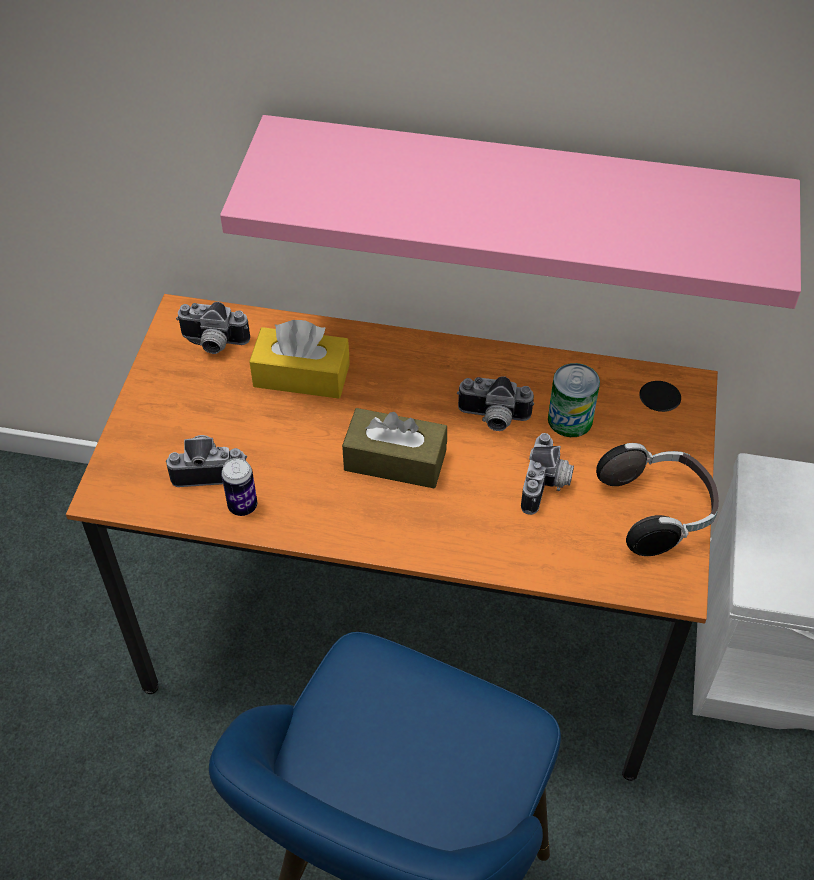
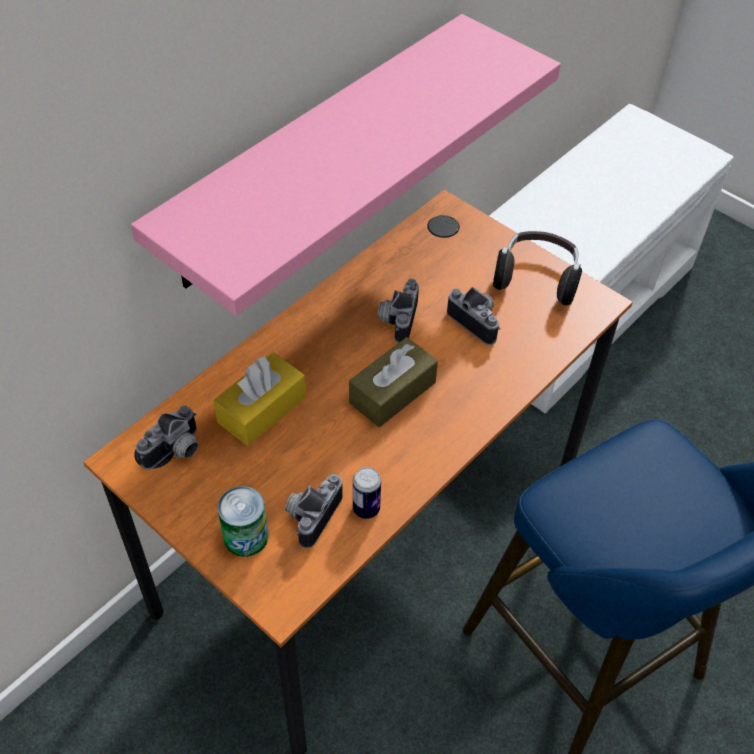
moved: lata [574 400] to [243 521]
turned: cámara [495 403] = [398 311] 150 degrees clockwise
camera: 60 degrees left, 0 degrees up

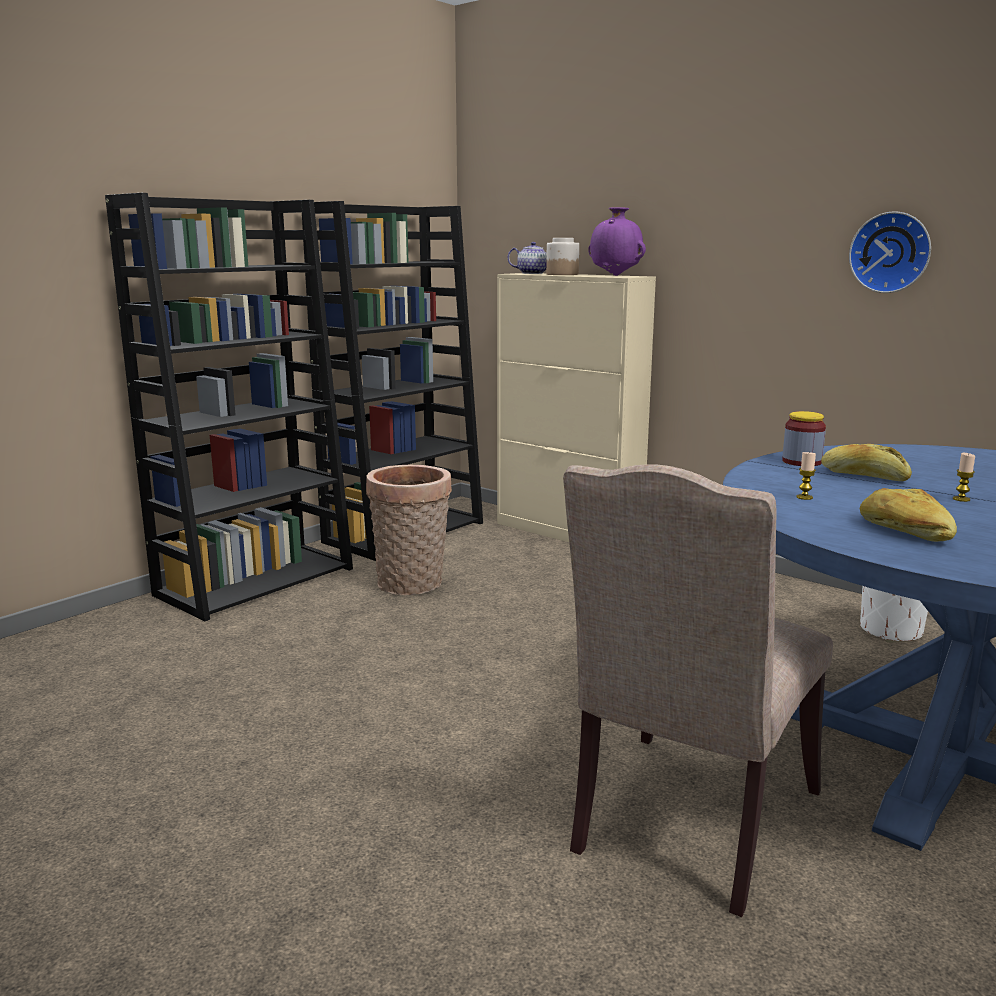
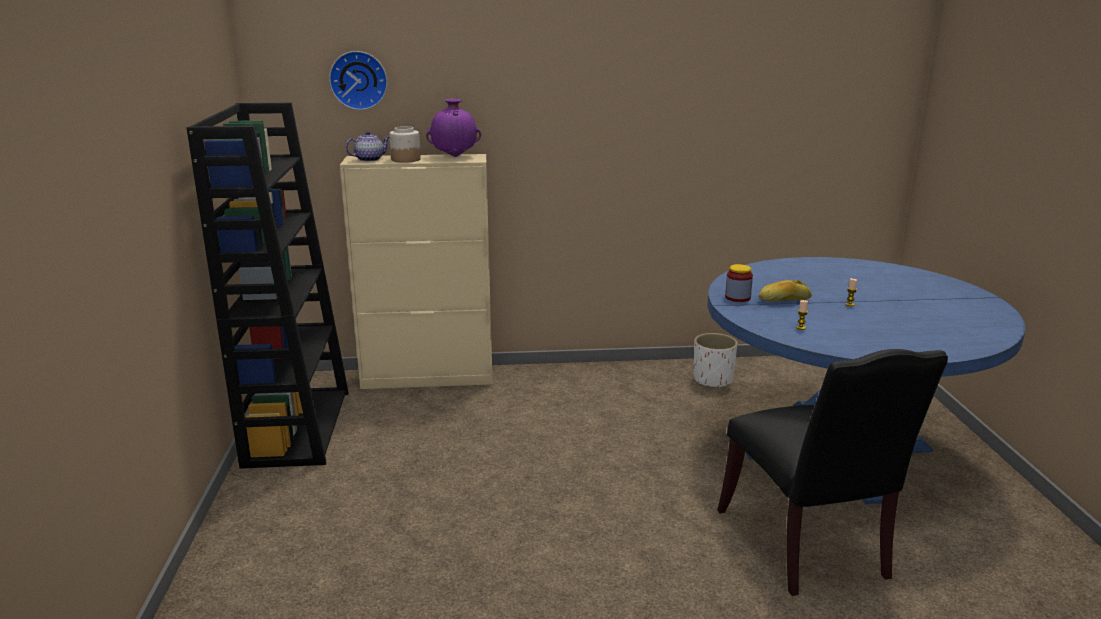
removed: estantería/negro [229 407]; cesta [409 530]; pan [908 515]
moved: reloj de pared [890 252] to [358 80]
recoloured: silla/beis [698 690] to silla/negro [832 472]
camera: 45 degrees left, 5 degrees up

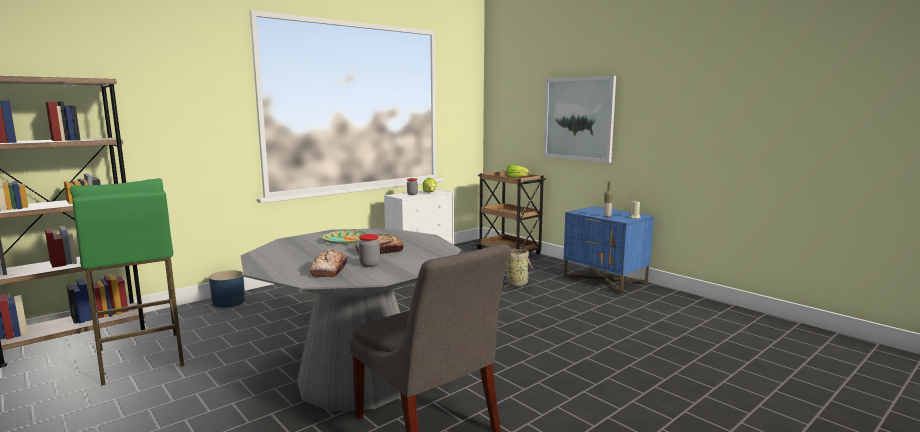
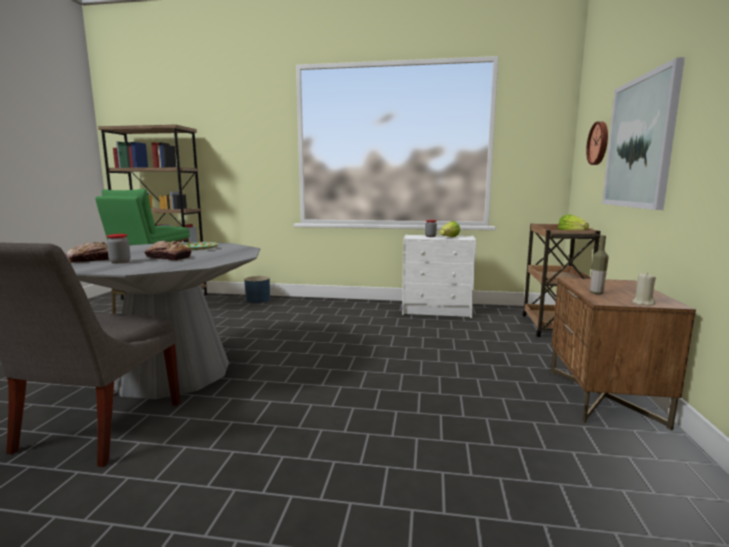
removed: cesta [519 268]
added: reloj de pared [597 143]
recoloured: mesita de noche/azul [608 250] to mesita de noche/marrón [623 354]
camera: 50 degrees right, 0 degrees up

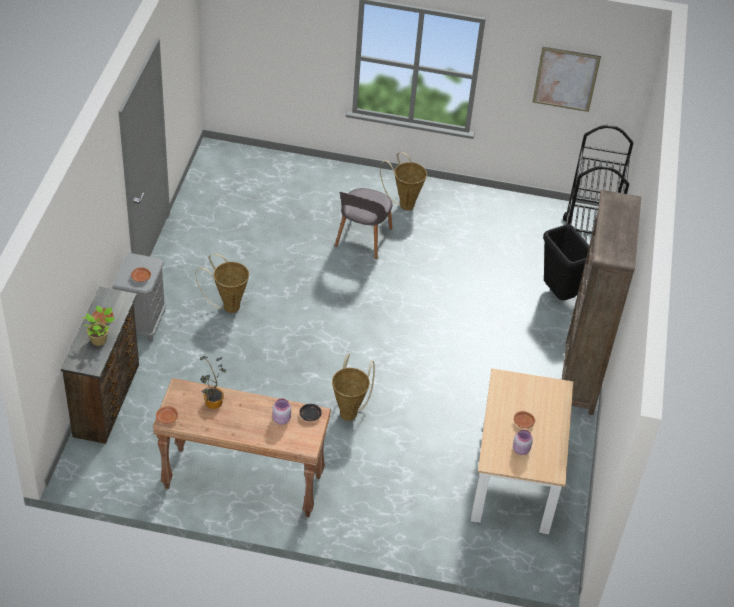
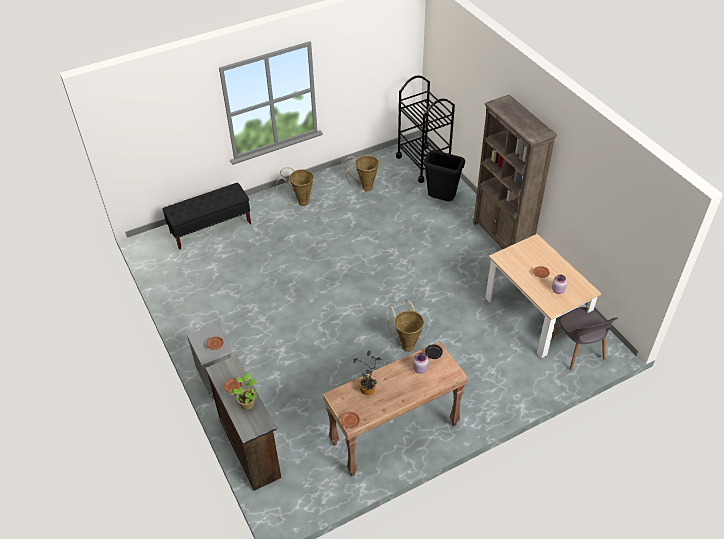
removed: cuadro [566 79]
added: banco/negro [207 216]
moved: silla/gris [363 223] to [584 338]; cesta [222 283] to [360 173]
camera: 35 degrees left, 0 degrees up

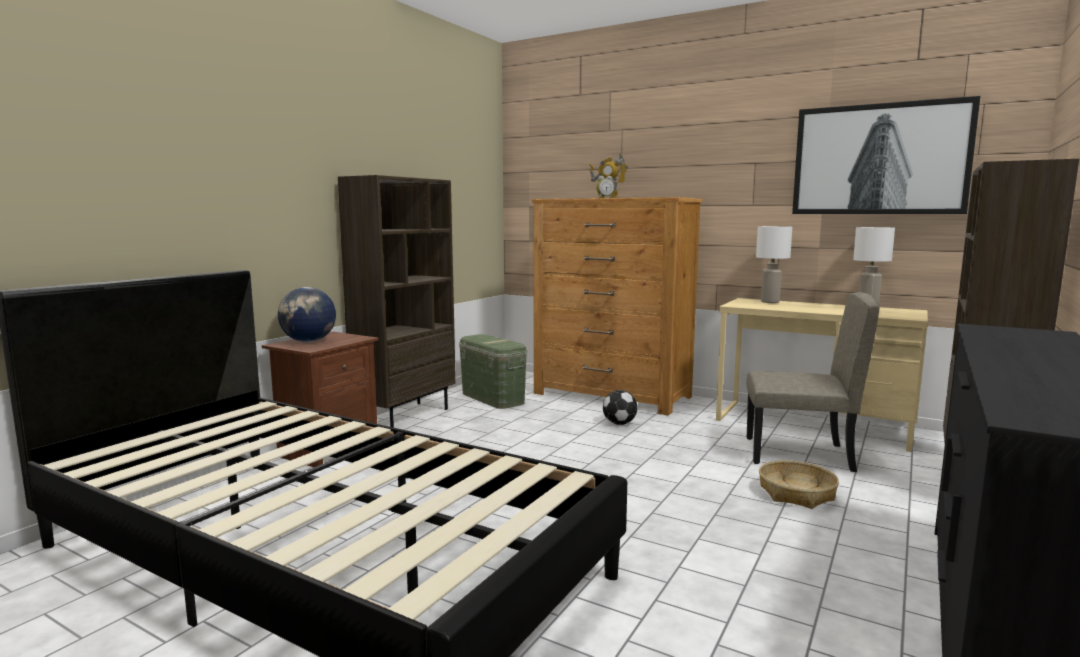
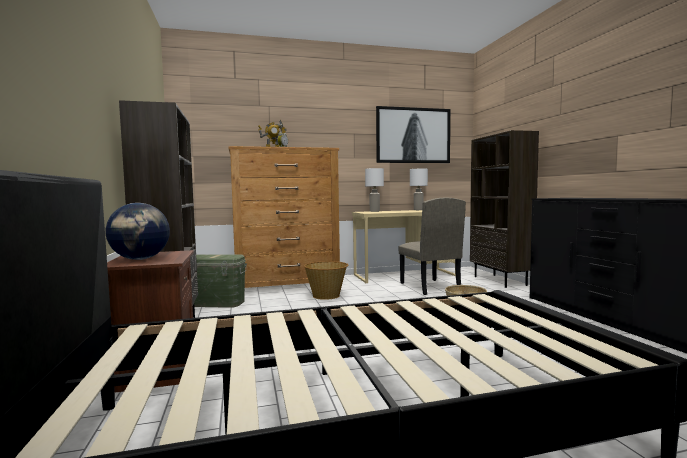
replaced: balón de fútbol [620 407] to cesta [326 280]
turned: silla/beis [812 382] = [432 246] 105 degrees clockwise
camera: 45 degrees left, 5 degrees down

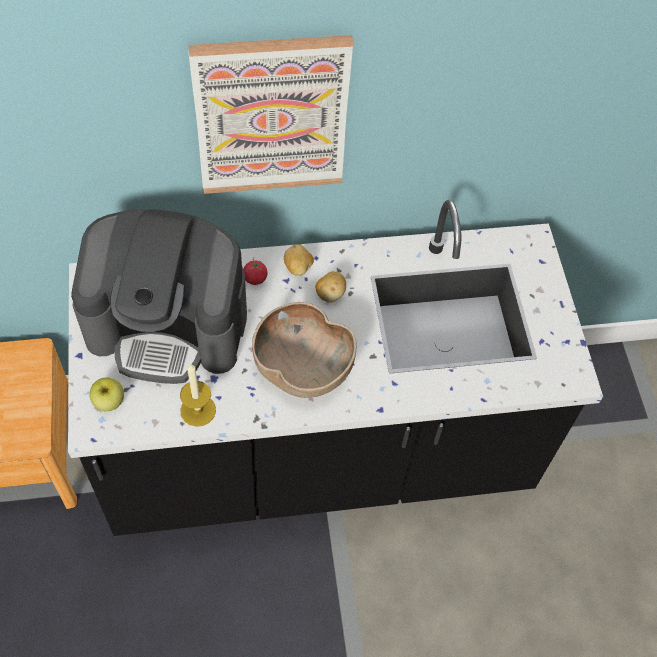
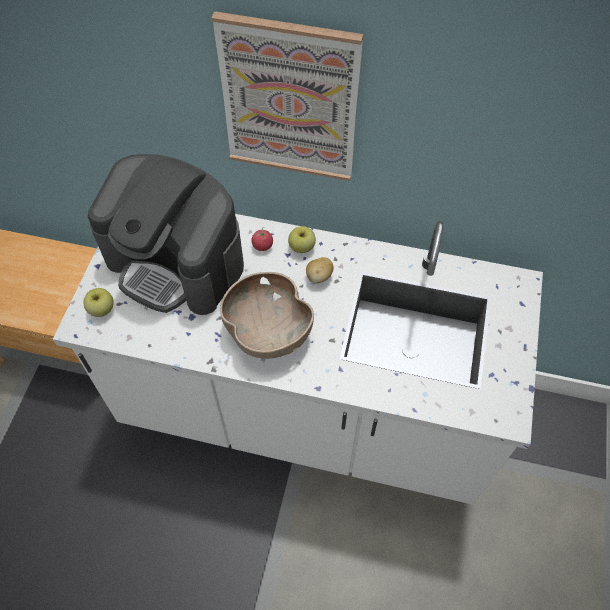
removed: vela [198 395]
replaced: patata [299 260] to manzana [302 239]
recoloured: mueble bajo de cocina/negro [335 368] to mueble bajo de cocina/blanco [298 359]
camera: 25 degrees right, 0 degrees up

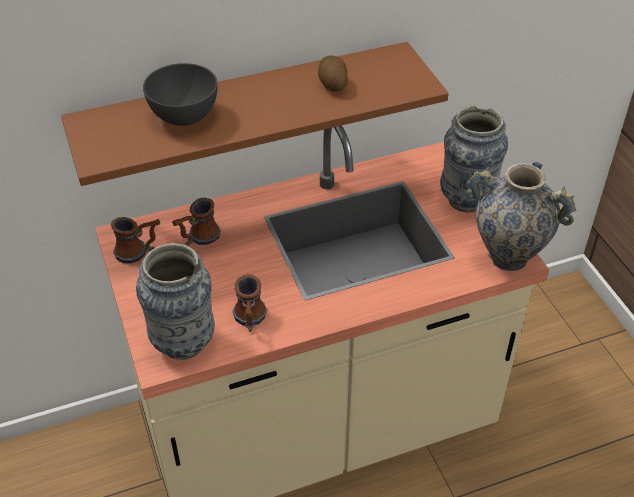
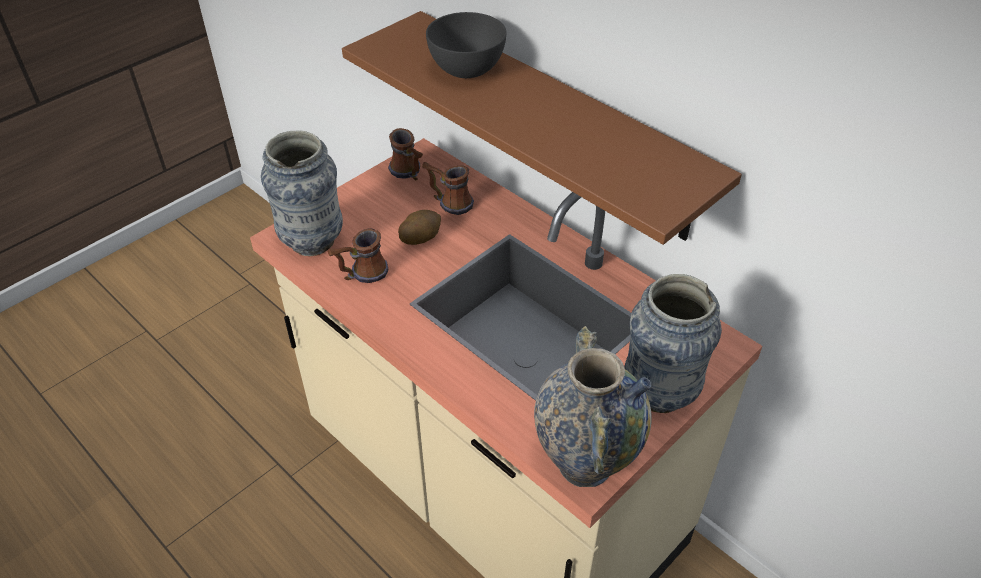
moved: patata [333 73] to [419 227]
camera: 65 degrees right, 0 degrees up

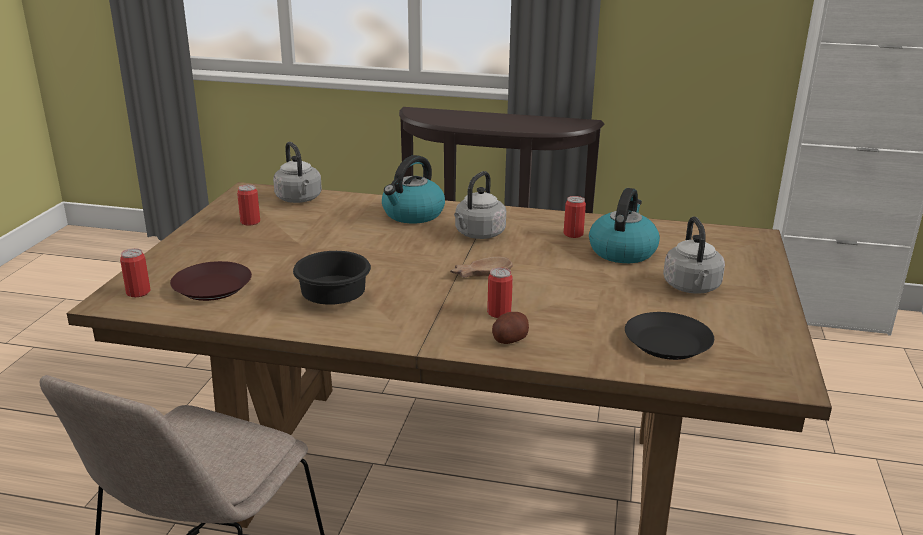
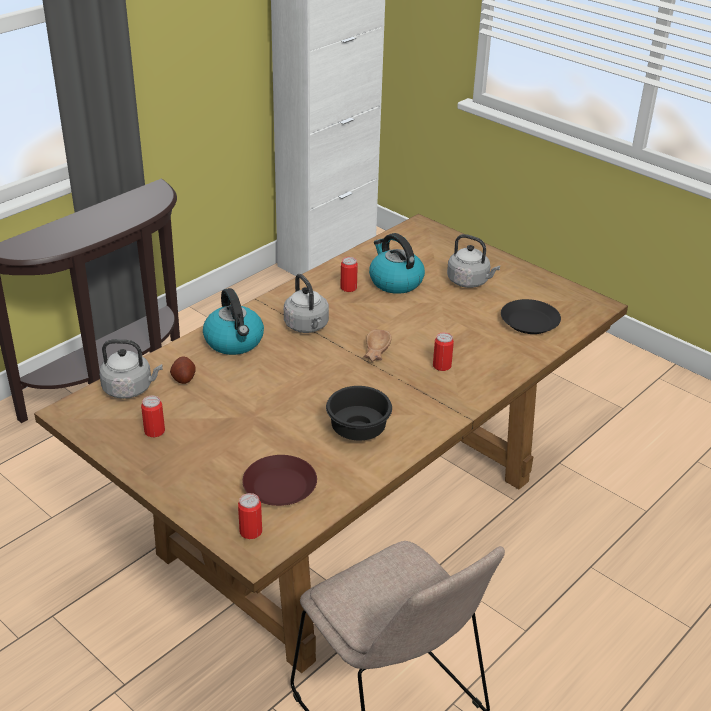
moved: patata [510 328] to [183 370]
camera: 60 degrees left, 10 degrees up

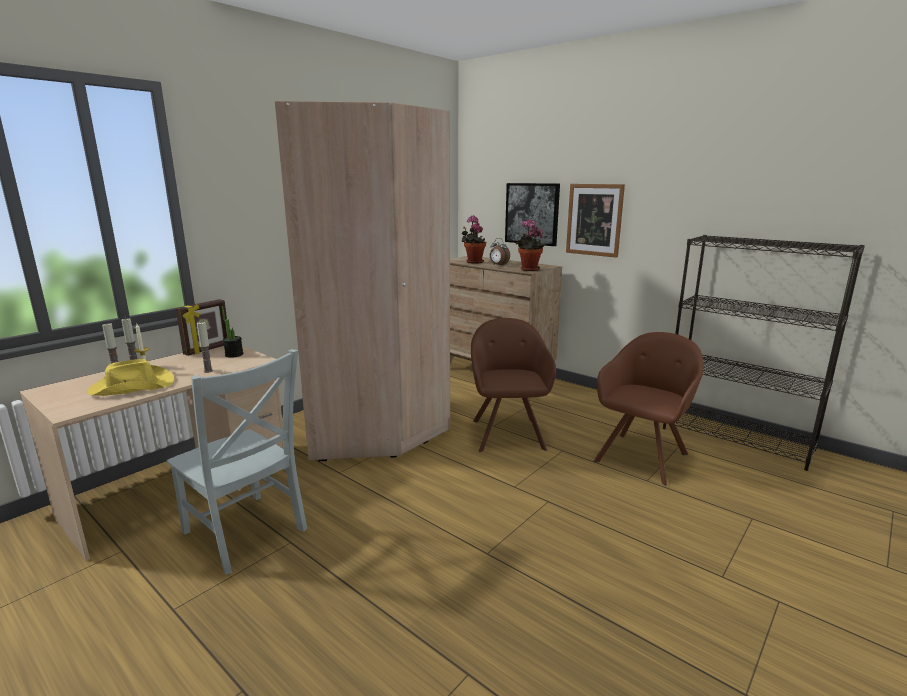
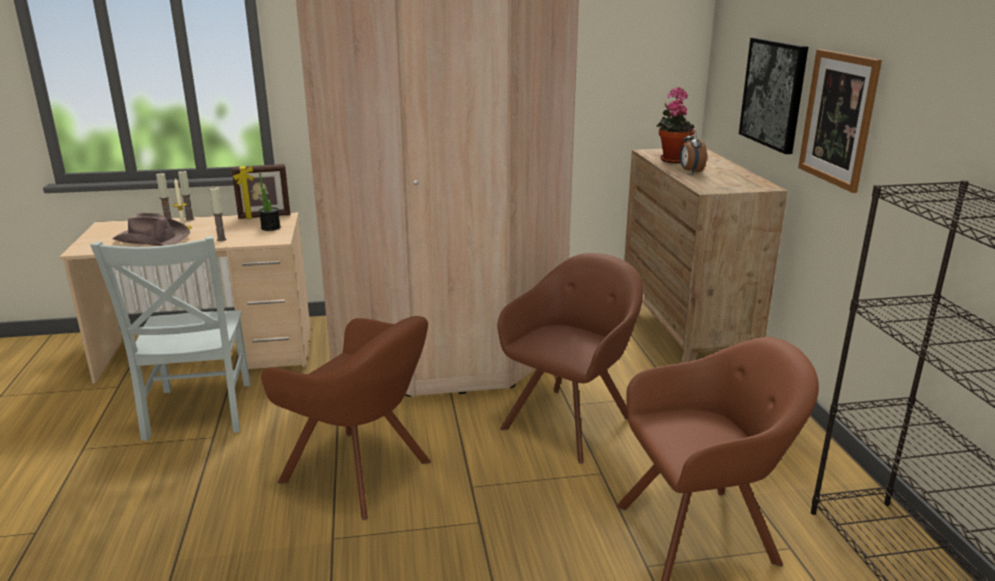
removed: planta en maceta [531 245]
added: sillón/marrón [346 418]
recoloured: sombrero/amarillo [130 377] to sombrero/marrón [151 229]
camera: 40 degrees right, 5 degrees up

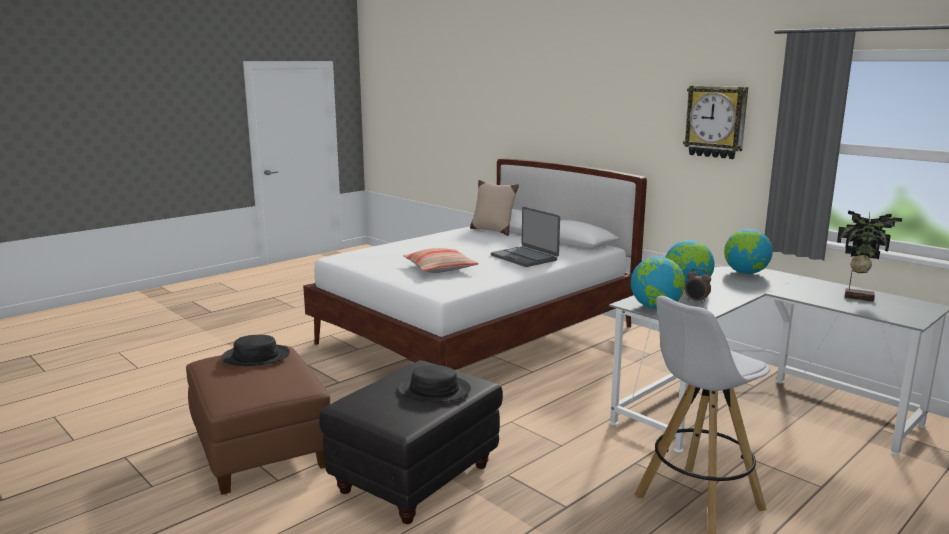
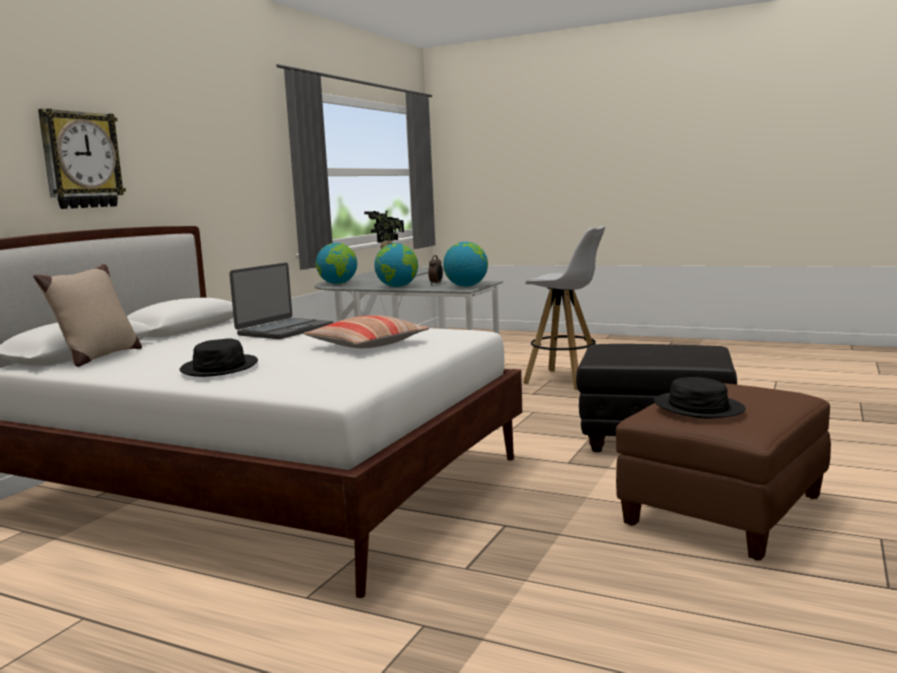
moved: reloj de pared [715 122] to [82 158]; sombrero/negro [434 383] to [219 357]
camera: 110 degrees left, 5 degrees down

